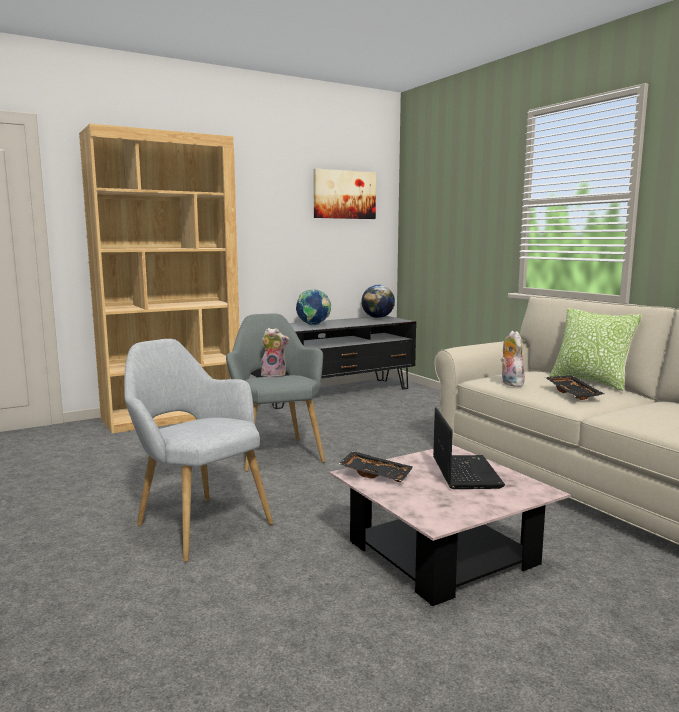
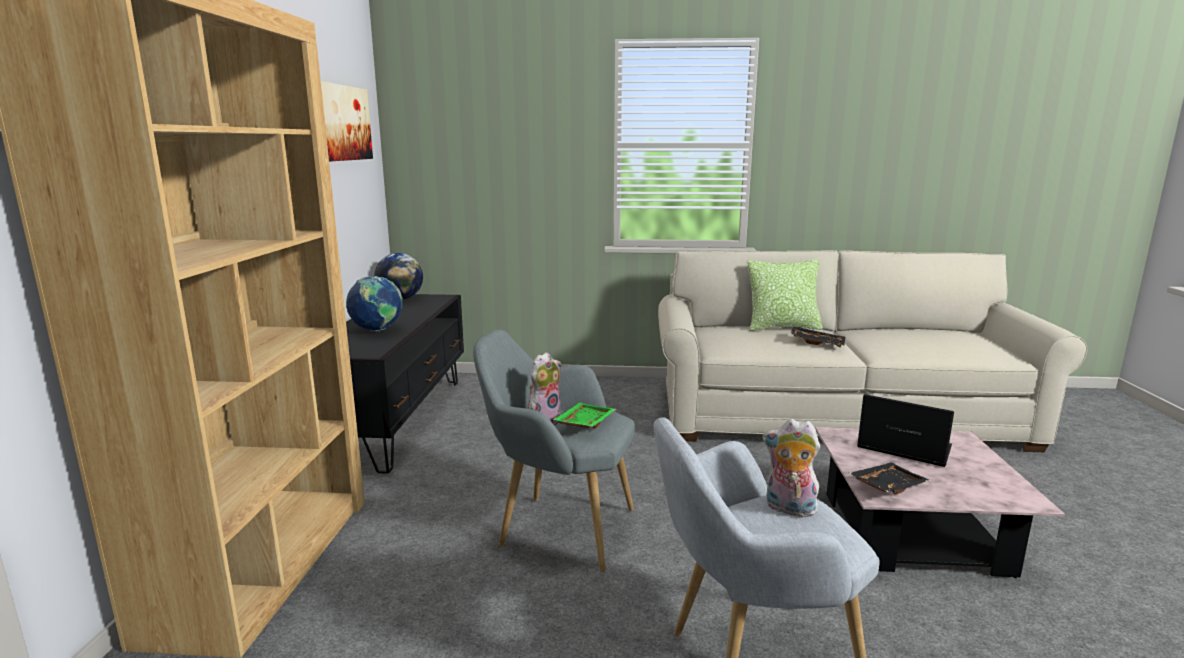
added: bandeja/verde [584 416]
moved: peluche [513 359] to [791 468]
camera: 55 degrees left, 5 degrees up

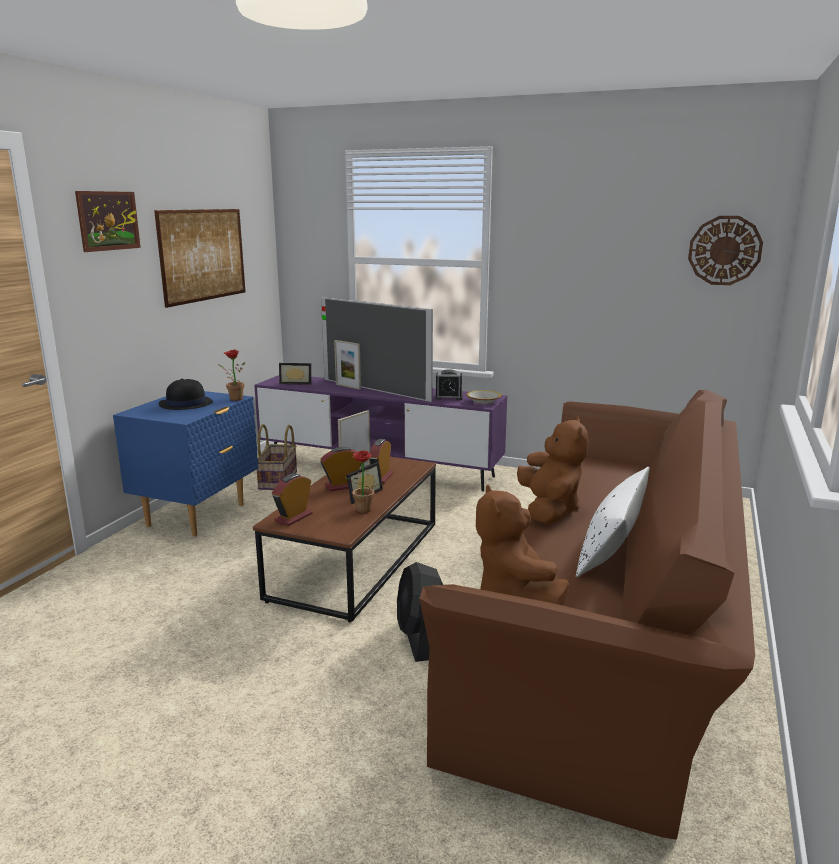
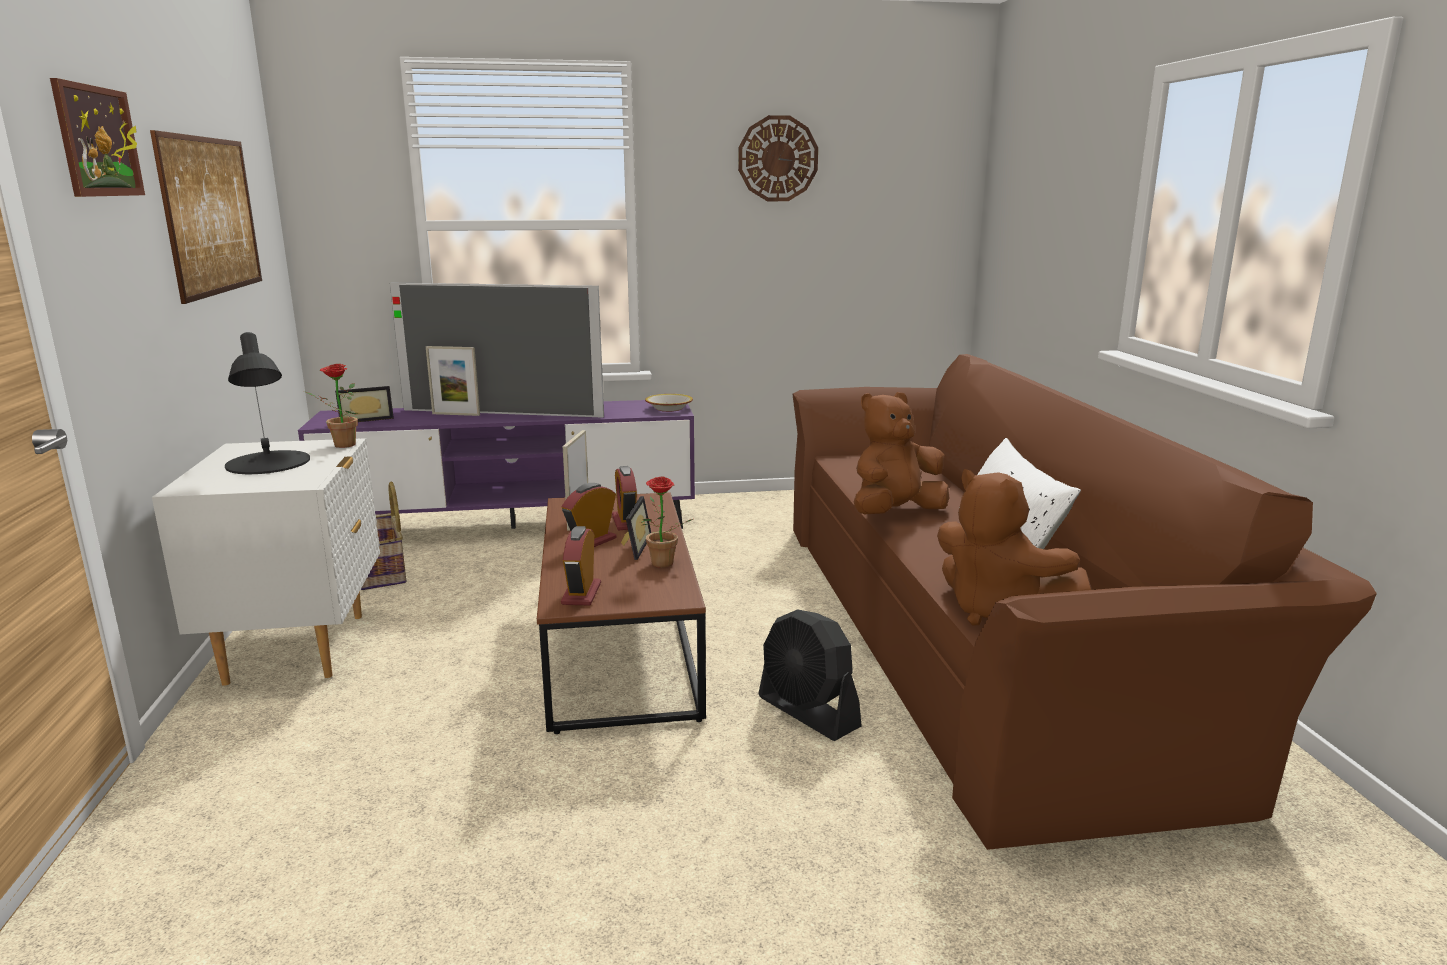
removed: despertador [449 384]
moved: reloj de pared [725 250] to [778 158]
replaced: sombrero/negro [186 394] to lámpara de mesa/negro [267 403]
recoloured: mesita de noche/azul [185 463] to mesita de noche/blanco [266 562]
turned: peluche/marrón [552 470] = [901 453] 90 degrees counterclockwise
camera: 30 degrees left, 0 degrees up

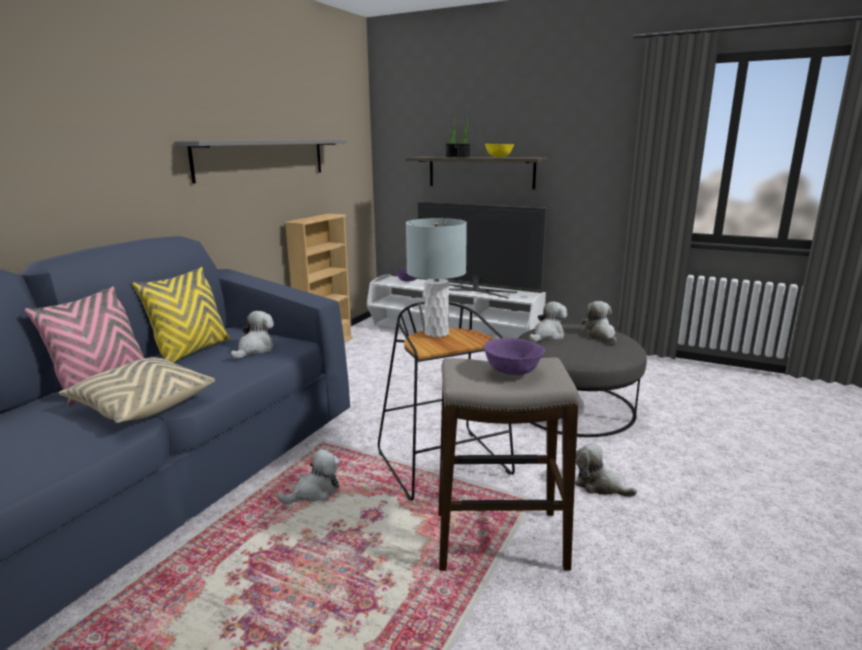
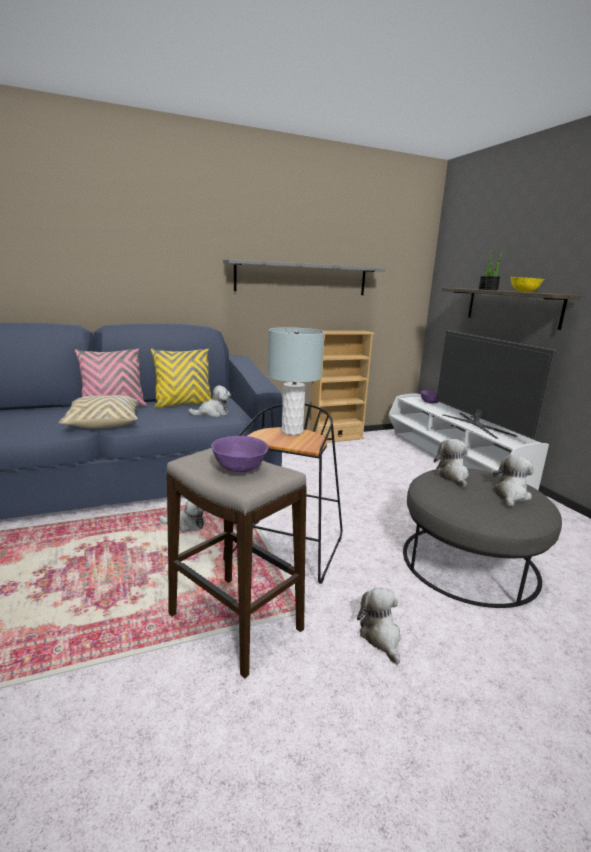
turned: peluche [548 321] = [451 463] 90 degrees counterclockwise
camera: 40 degrees right, 0 degrees up

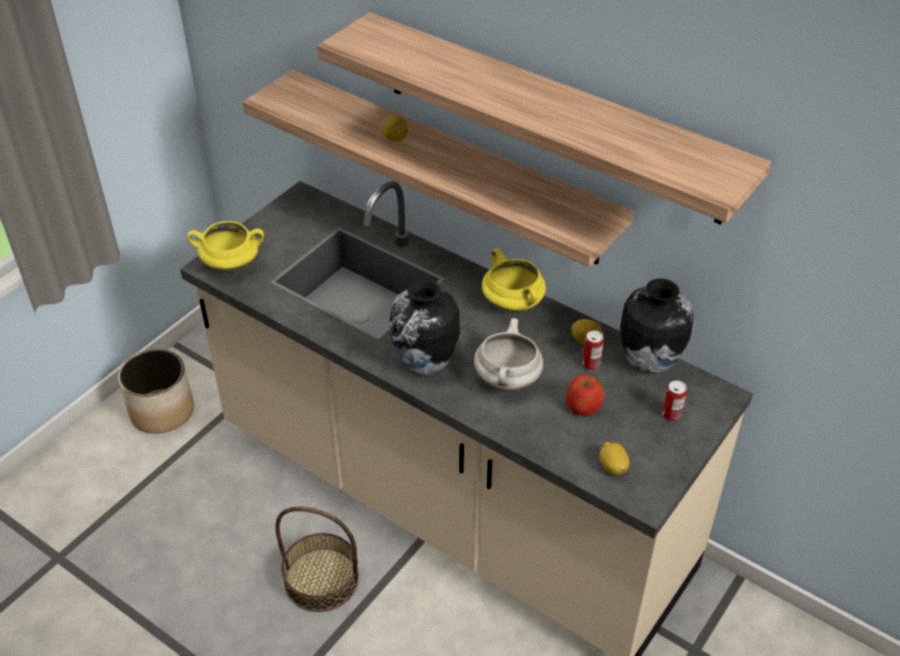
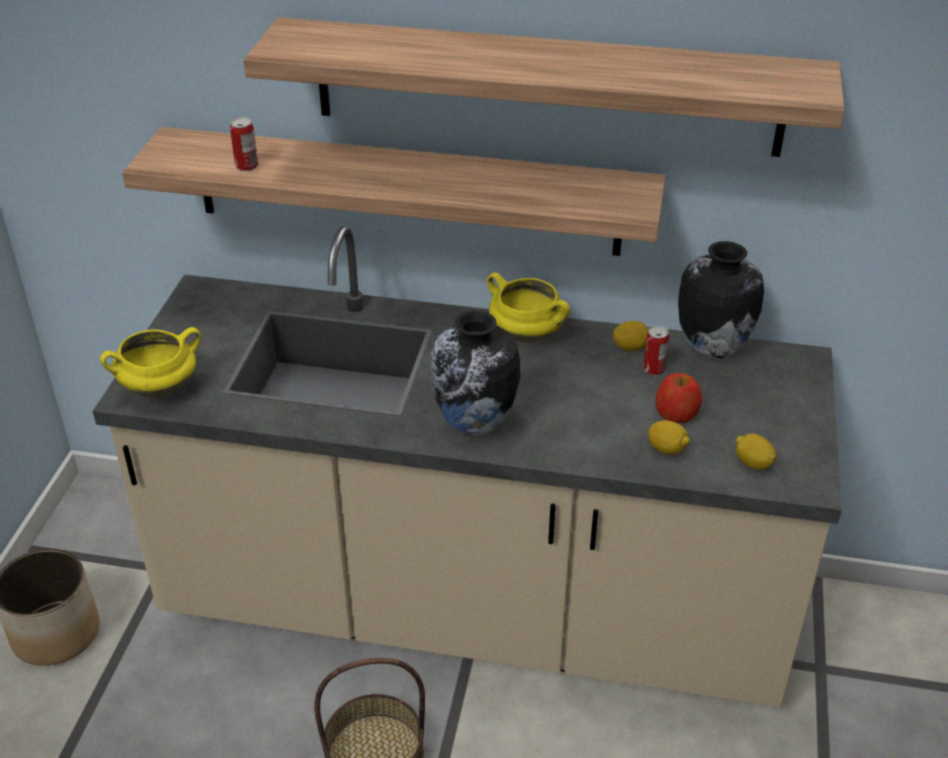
removed: olla/blanco [509 354]
moved: limón [395 128] to [669 437]; lata [674 401] to [244 144]
camera: 25 degrees left, 5 degrees down

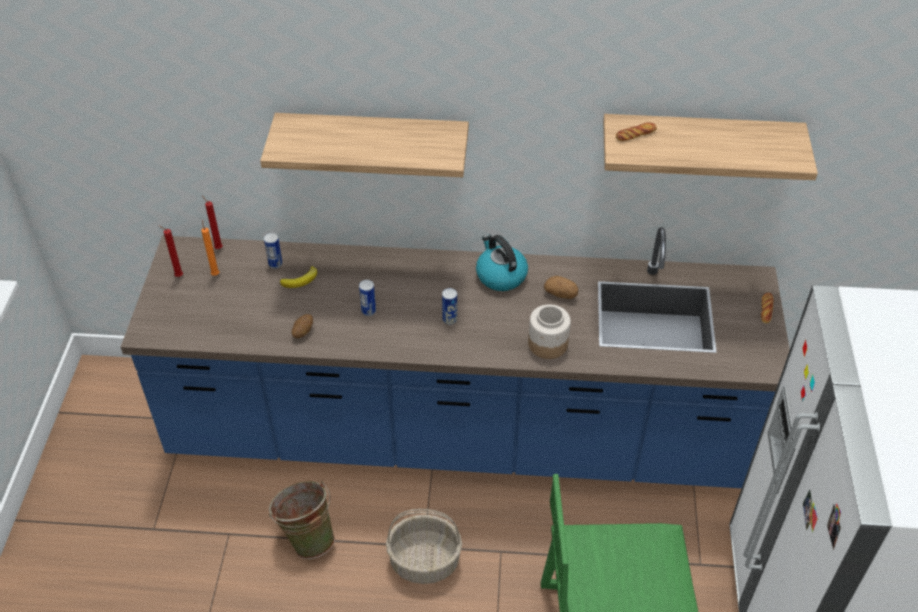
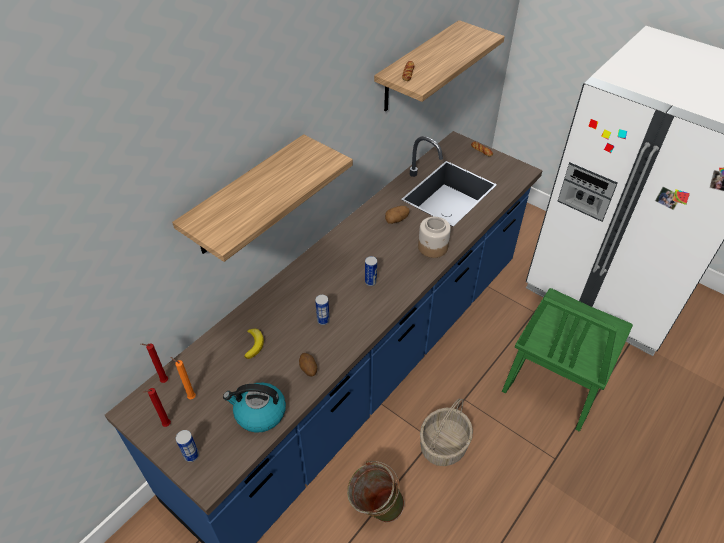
moved: lata [273 251] to [187 446]; hervidor [502 262] to [254 408]
camera: 55 degrees left, 0 degrees up

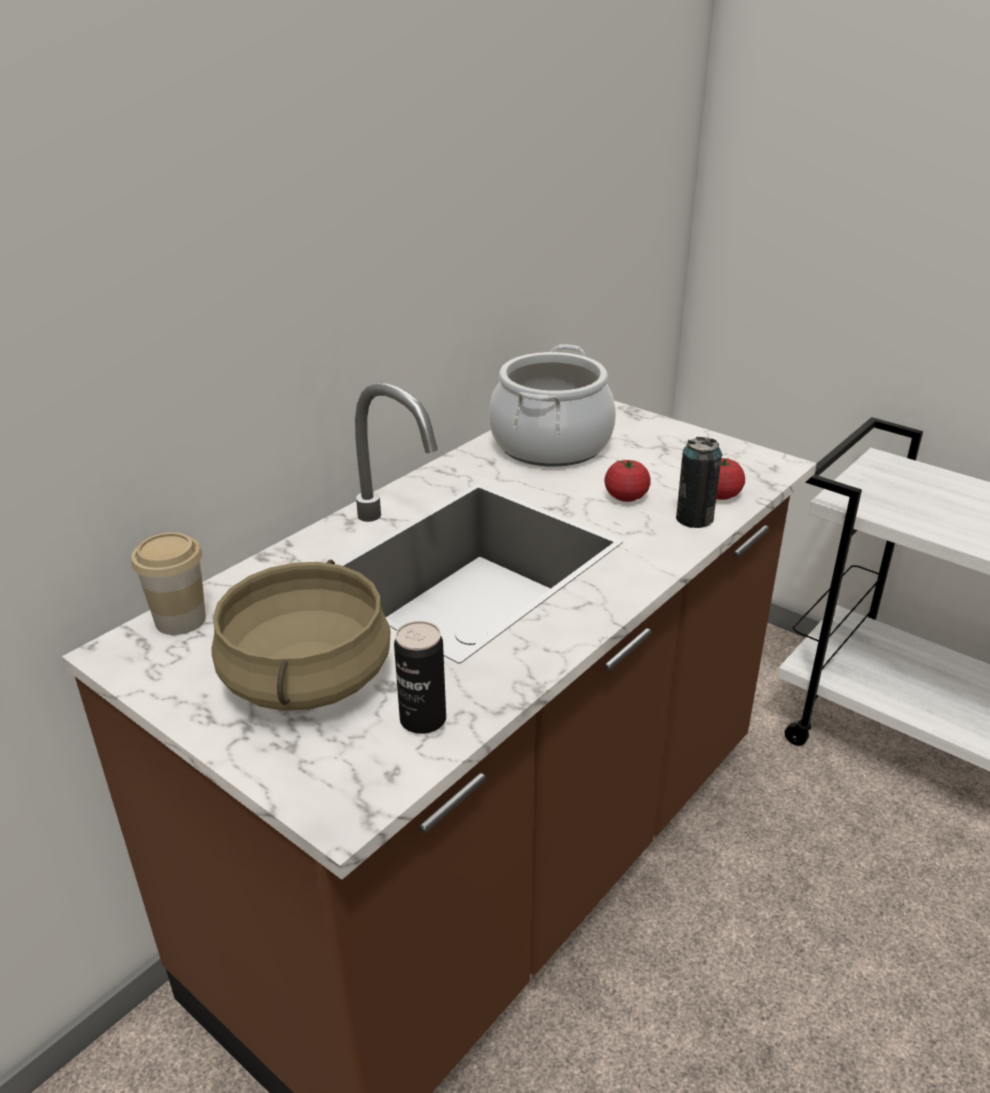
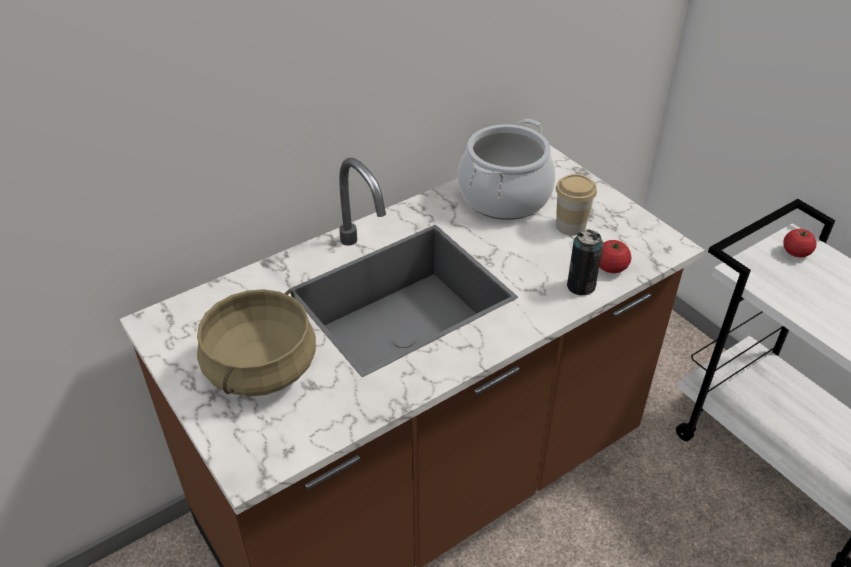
removed: lata [420 677]
moved: tomate [627 481] to [799 243]; taza [168 583] to [576 205]
camera: 15 degrees right, 10 degrees up

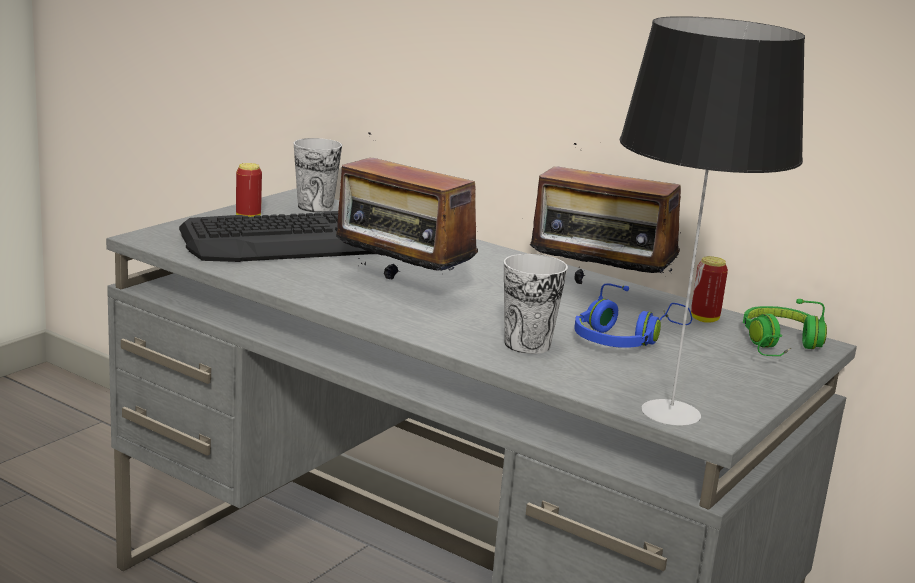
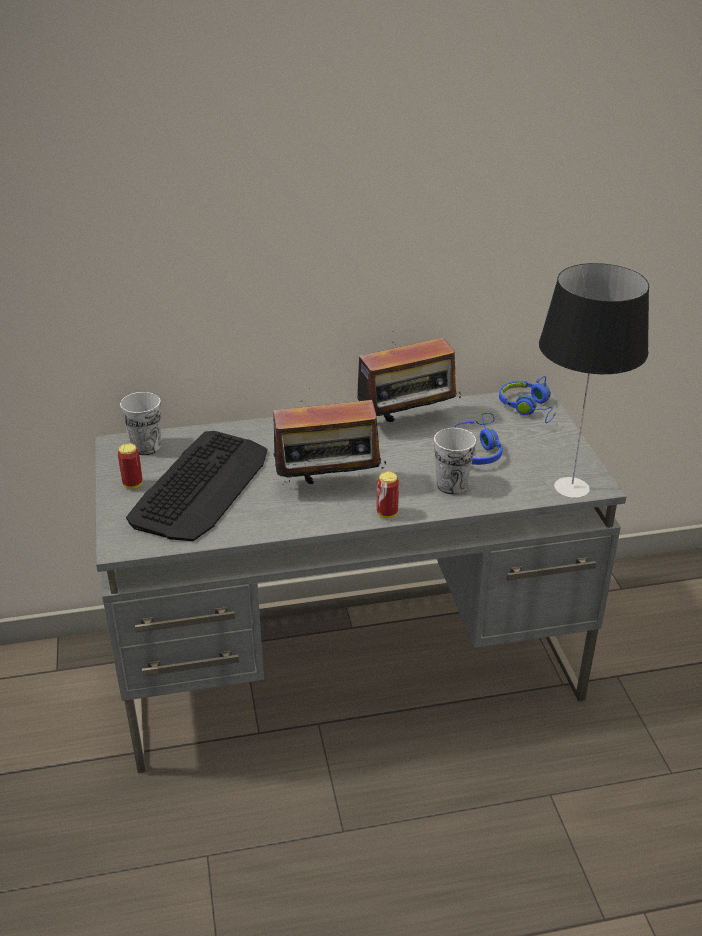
moved: lata [709 289] to [388 495]
recoloured: auriculares/verde [785 327] to auriculares/azul [527 399]
camera: 45 degrees left, 15 degrees up

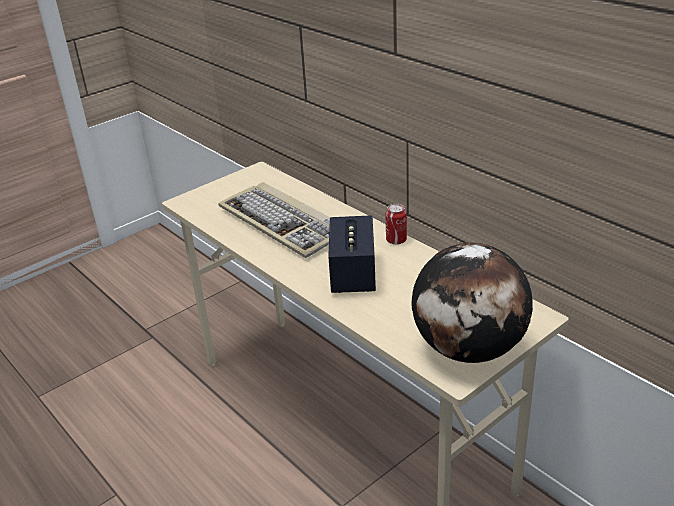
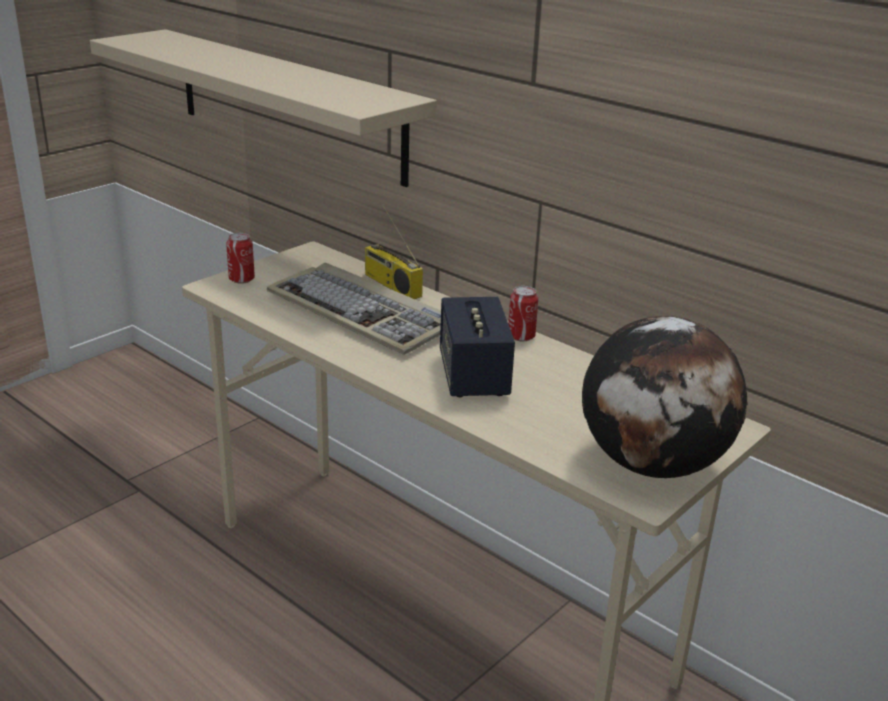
added: estante/beis [263 108]; radio [394 251]; lata [240 258]
camera: 10 degrees left, 5 degrees down

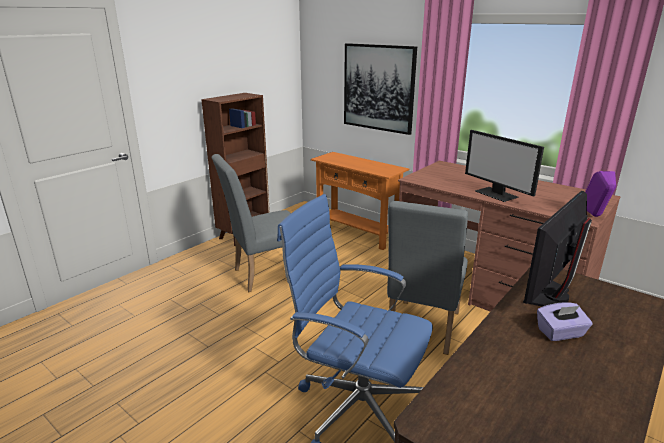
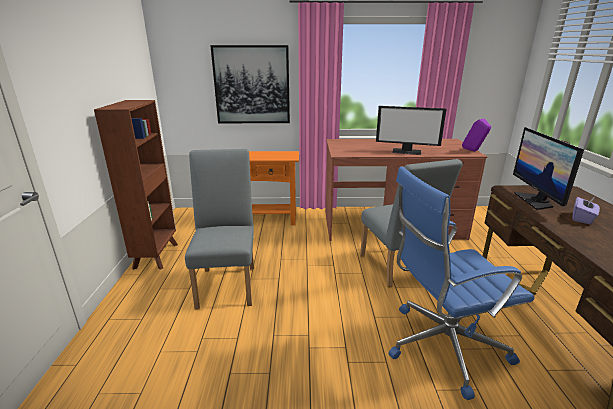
turned: silla/gris [251 223] = [219 229] 150 degrees clockwise
camera: 40 degrees left, 0 degrees up

